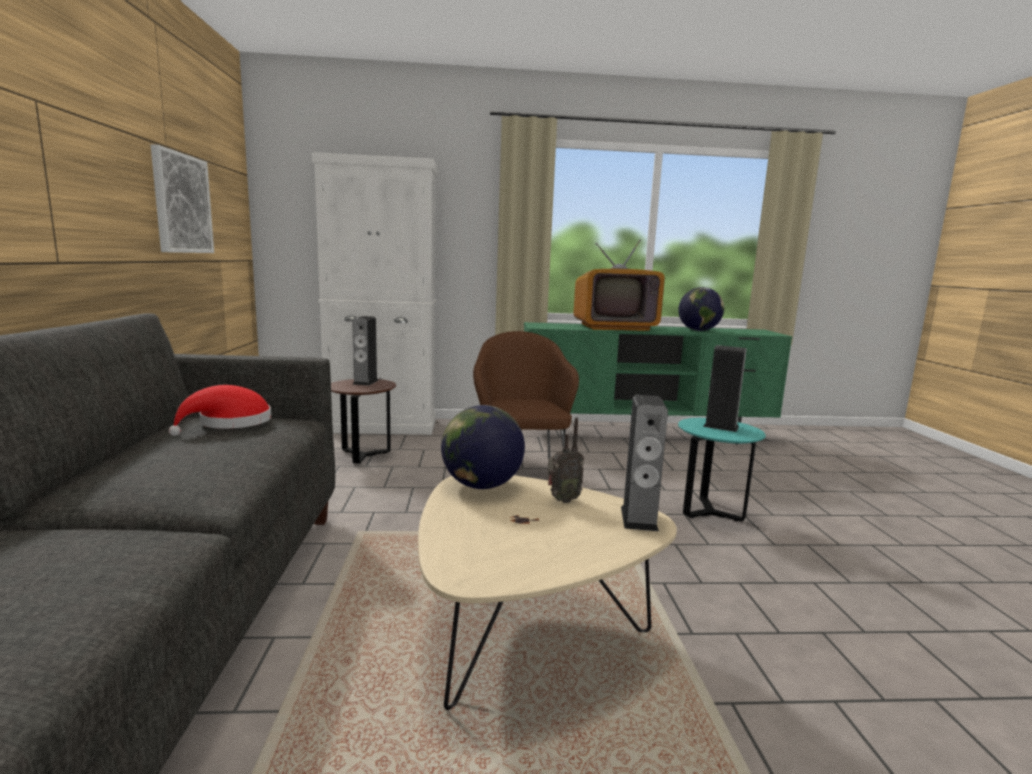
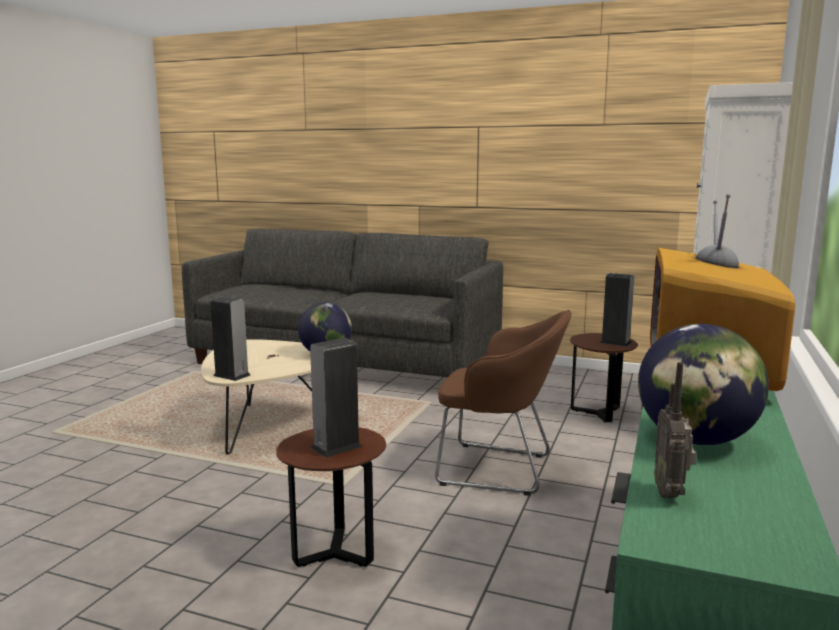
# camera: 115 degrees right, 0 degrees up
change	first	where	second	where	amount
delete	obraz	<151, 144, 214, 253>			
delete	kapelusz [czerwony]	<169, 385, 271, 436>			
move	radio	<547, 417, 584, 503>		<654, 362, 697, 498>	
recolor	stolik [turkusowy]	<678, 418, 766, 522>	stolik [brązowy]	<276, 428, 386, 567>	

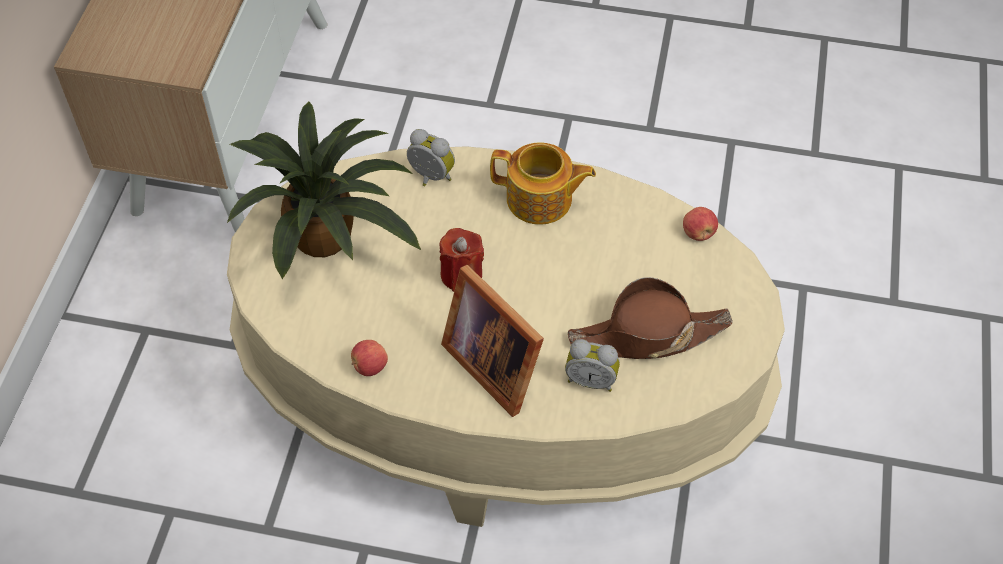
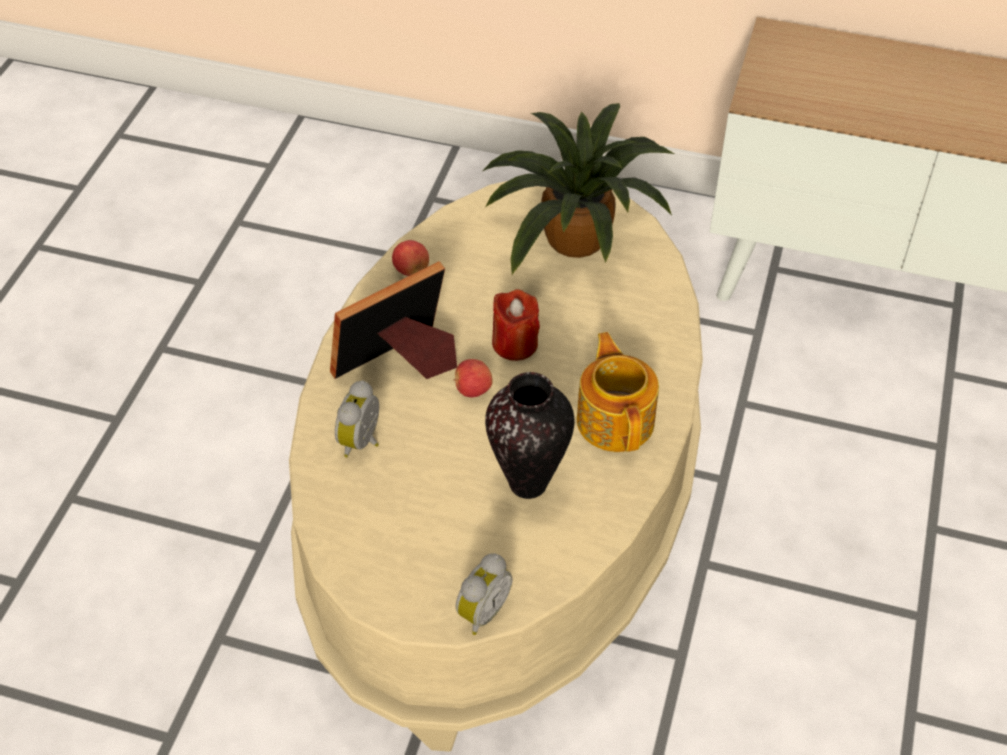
# camera: 95 degrees right, 5 degrees down
change	first	where	second	where	amount
delete	kapelusz [brązowy]	<568, 277, 733, 359>			
insert			wazon	<485, 372, 574, 499>	
move	budzik	<407, 129, 455, 186>		<456, 554, 513, 635>	
move	jabłko	<683, 207, 718, 241>		<454, 359, 493, 397>	
rotate	imbryk	<490, 143, 596, 225>		<577, 332, 659, 452>	150 degrees clockwise

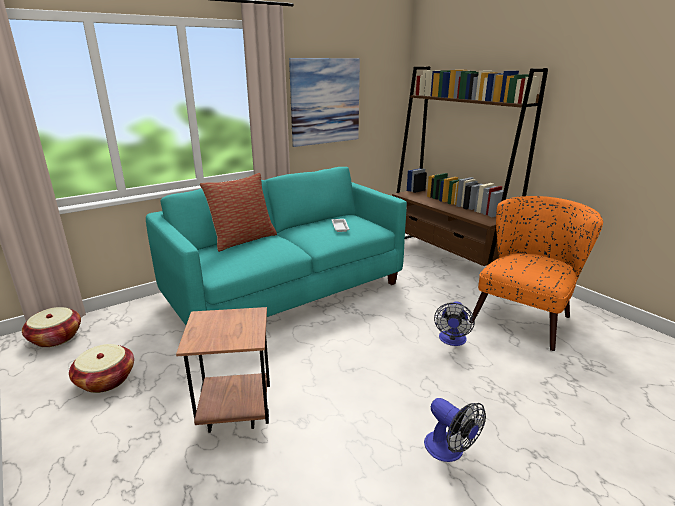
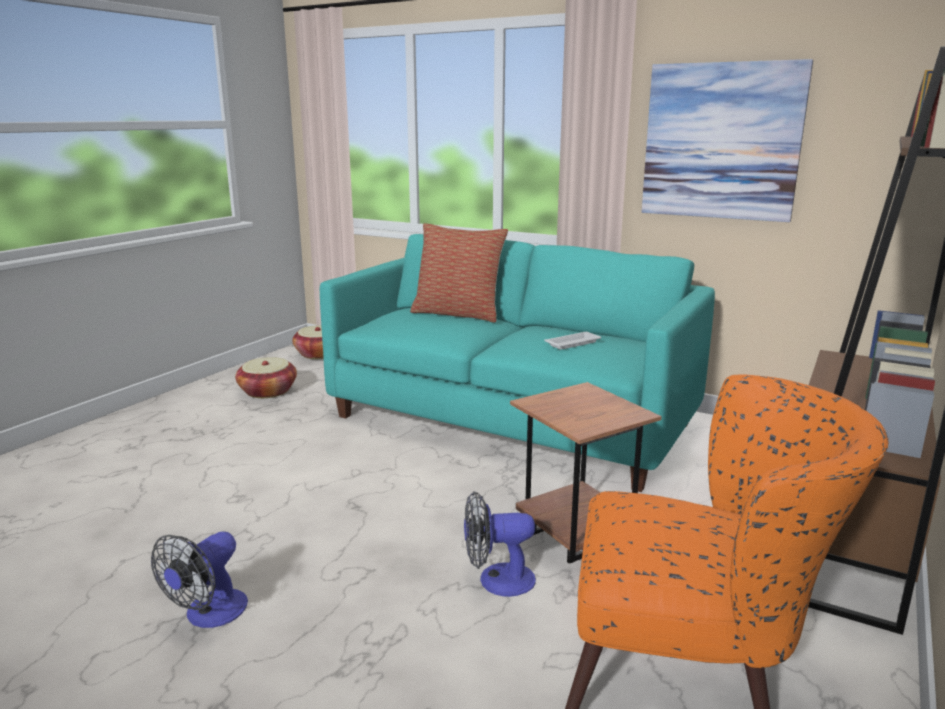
# camera: 65 degrees right, 5 degrees down
change	first	where	second	where	amount
move	stolik [brązowy]	<176, 307, 270, 433>		<510, 382, 662, 564>	

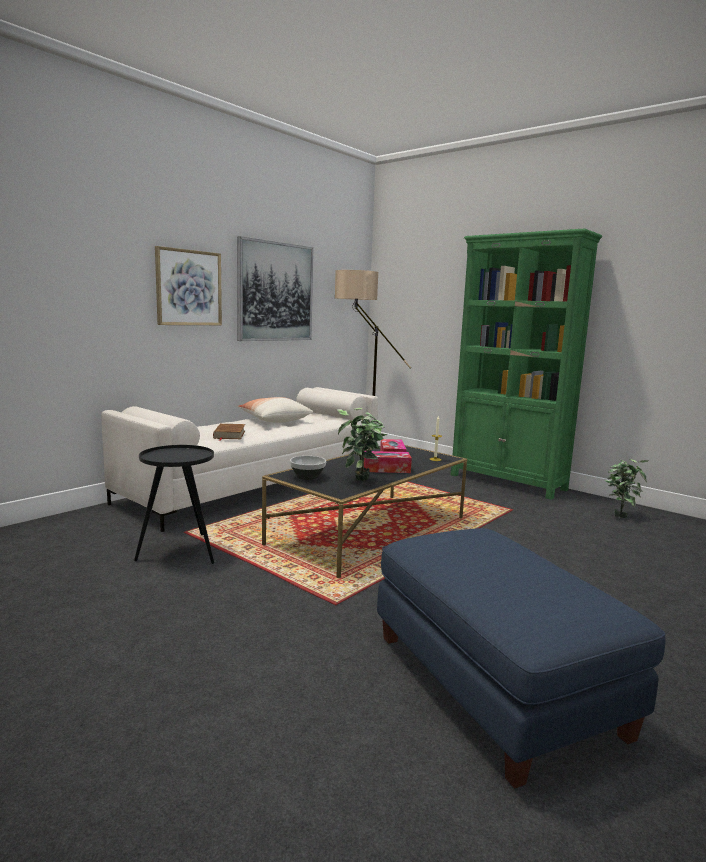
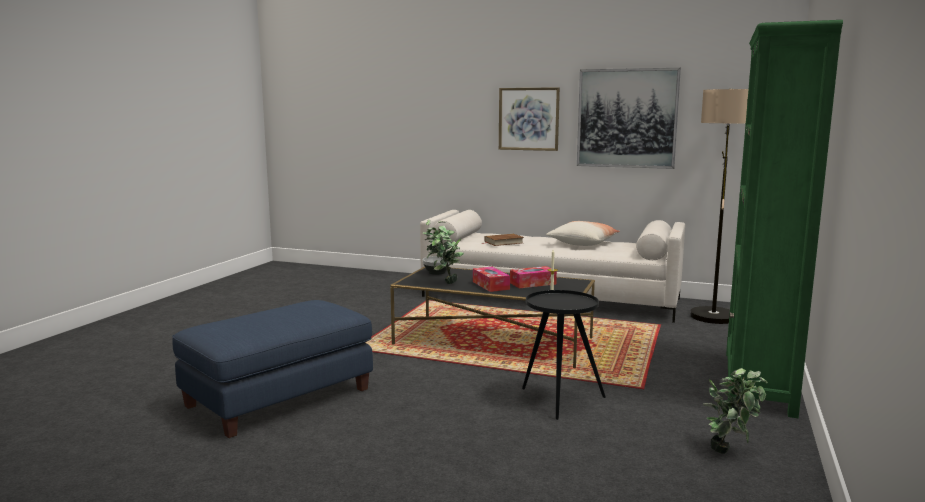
# camera: 70 degrees right, 0 degrees up
change	first	where	second	where	amount
move	stolik [czarny]	<134, 445, 214, 564>		<522, 290, 606, 420>	

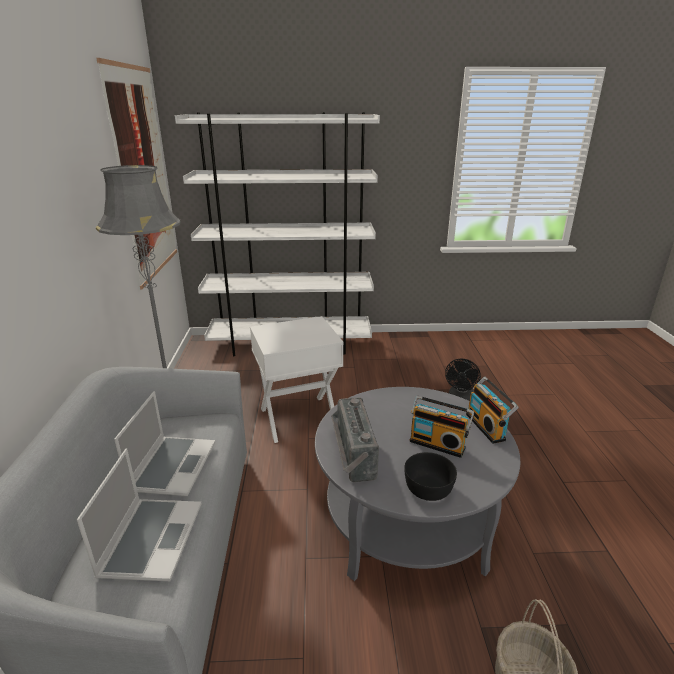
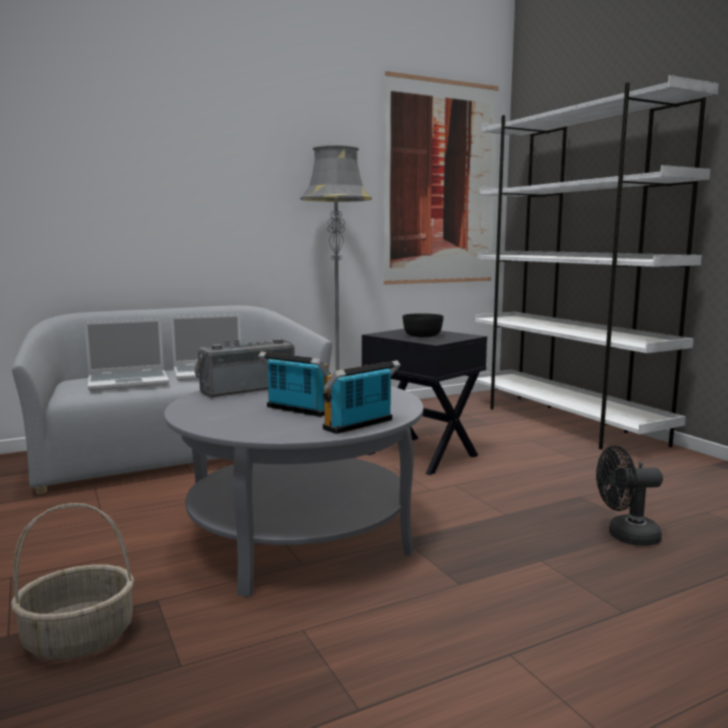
# camera: 65 degrees right, 15 degrees down
change	first	where	second	where	amount
move	miska [czarny]	<404, 452, 457, 501>		<403, 313, 444, 337>	
recolor	stolik [biały]	<250, 316, 343, 443>	stolik [czarny]	<362, 329, 487, 475>	
rotate	radio	<409, 396, 474, 458>		<258, 352, 331, 417>	120 degrees clockwise

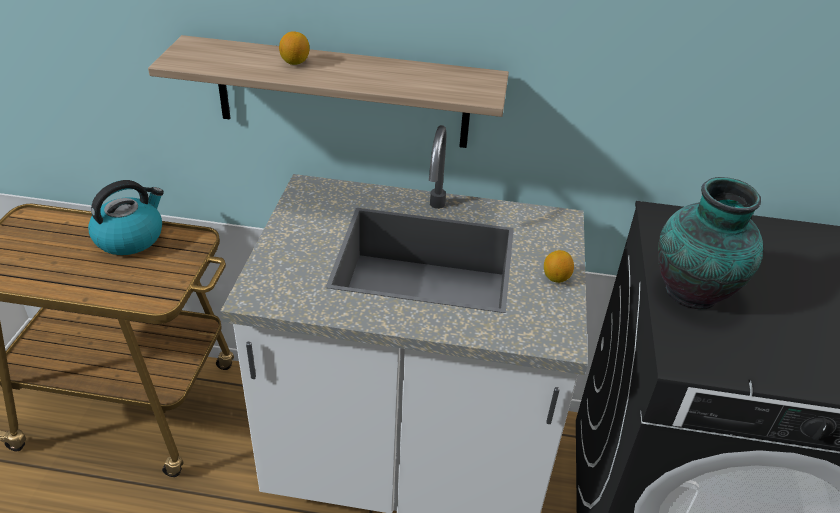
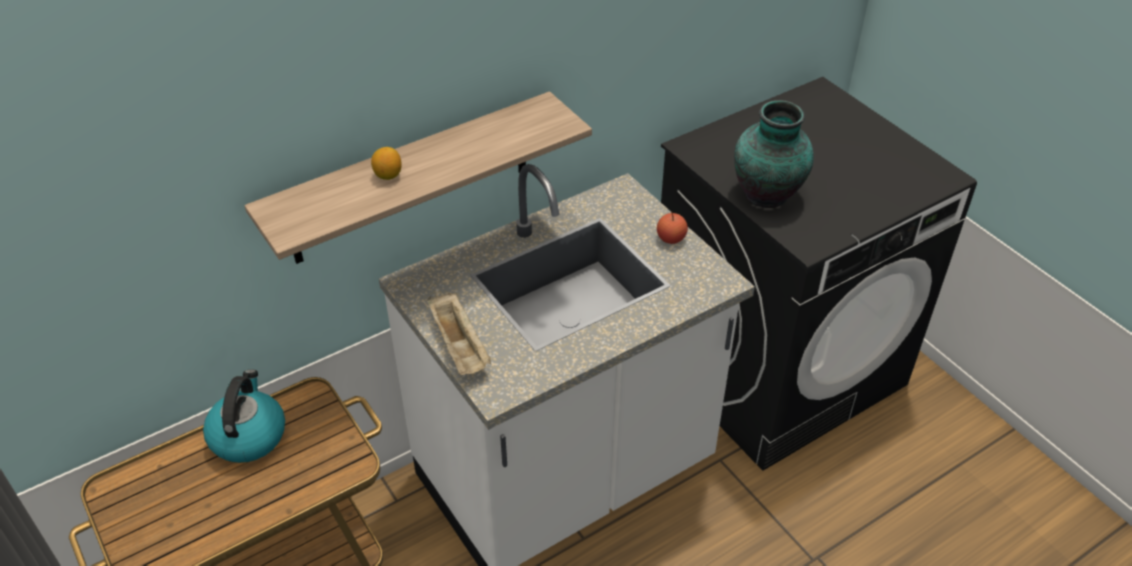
# camera: 40 degrees left, 5 degrees up
change	first	where	second	where	amount
insert			taca [beżowy]	<428, 292, 491, 375>	
replace	cytryna	<544, 250, 574, 283>	jabłko	<657, 211, 688, 244>	

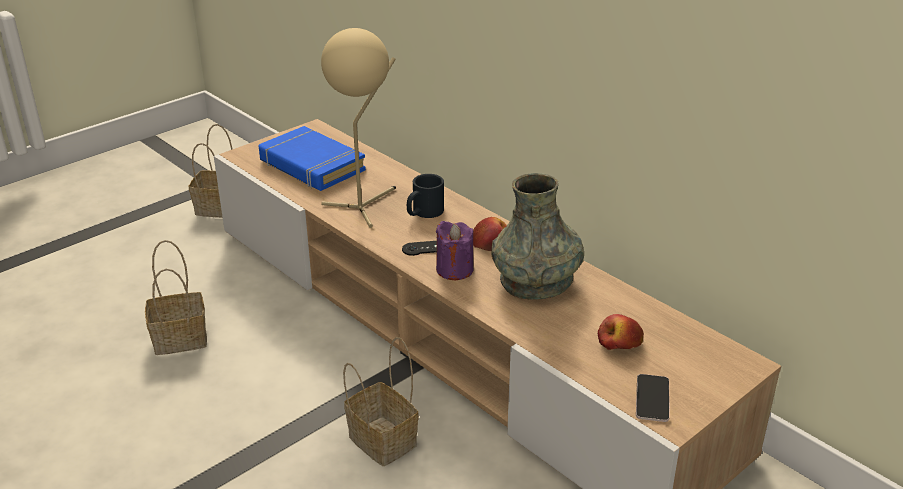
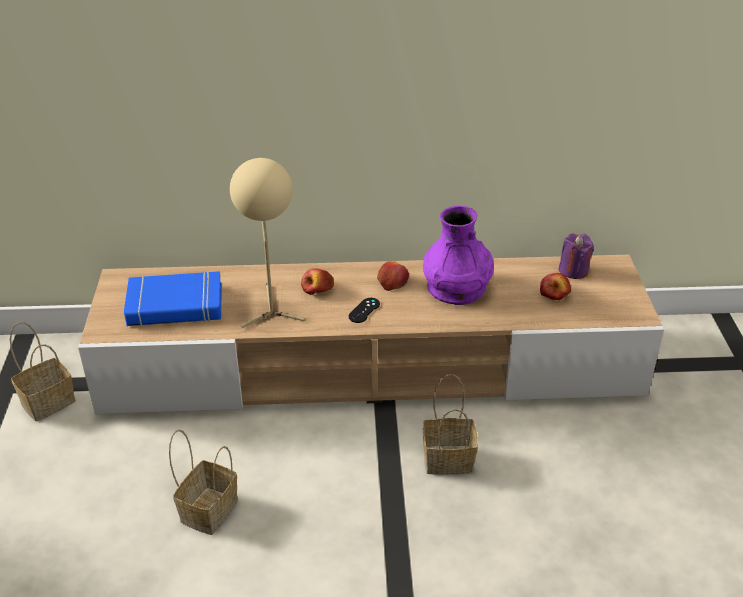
# camera: 50 degrees left, 5 degrees up
change	first	where	second	where	amount
delete	telefon	<636, 374, 670, 422>			
move	świeca [fioletowy]	<436, 221, 473, 280>		<558, 234, 594, 279>	
replace	kubek [czarny]	<407, 174, 444, 218>	jabłko	<301, 268, 334, 295>	
recolor	wazon [szary]	<491, 173, 584, 300>	wazon [fioletowy]	<423, 205, 494, 305>	

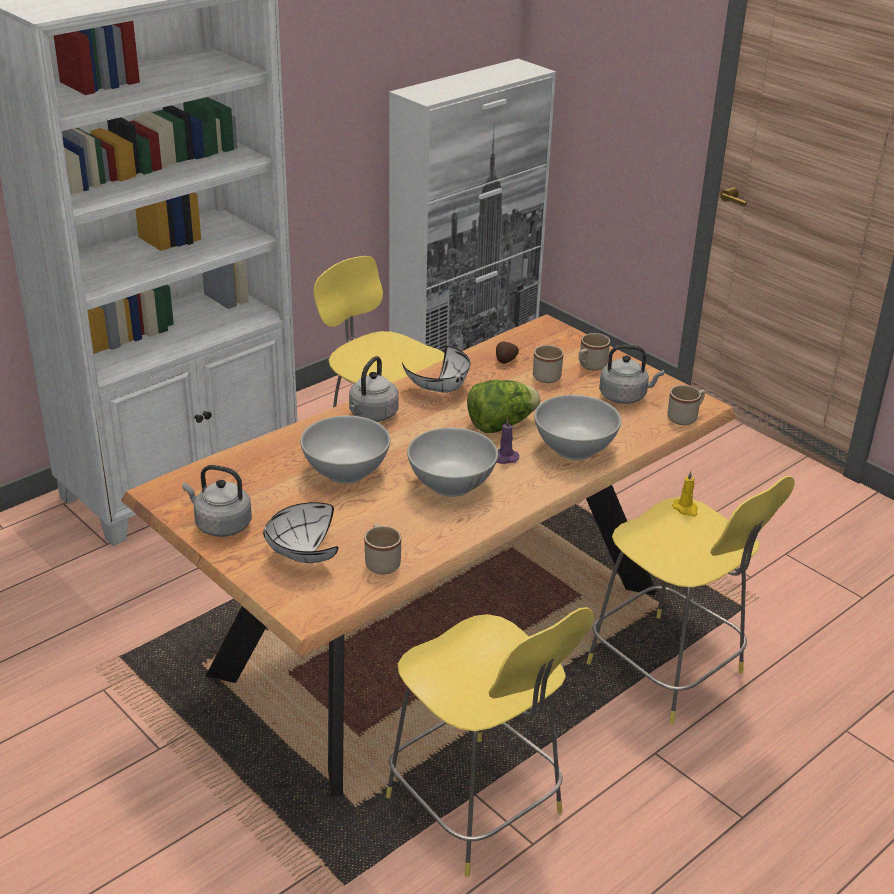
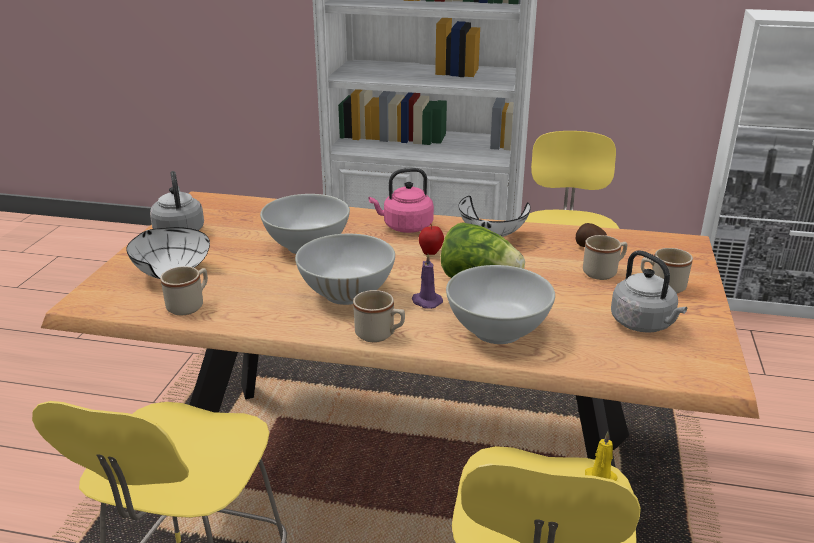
# camera: 55 degrees right, 5 degrees down
change	first	where	second	where	amount
insert			jabłko	<419, 225, 444, 255>	
move	kubek [beżowy]	<667, 385, 705, 425>		<353, 290, 405, 342>	
recolor	czajnik [szary]	<349, 356, 399, 422>	czajnik [różowy]	<369, 168, 434, 233>	

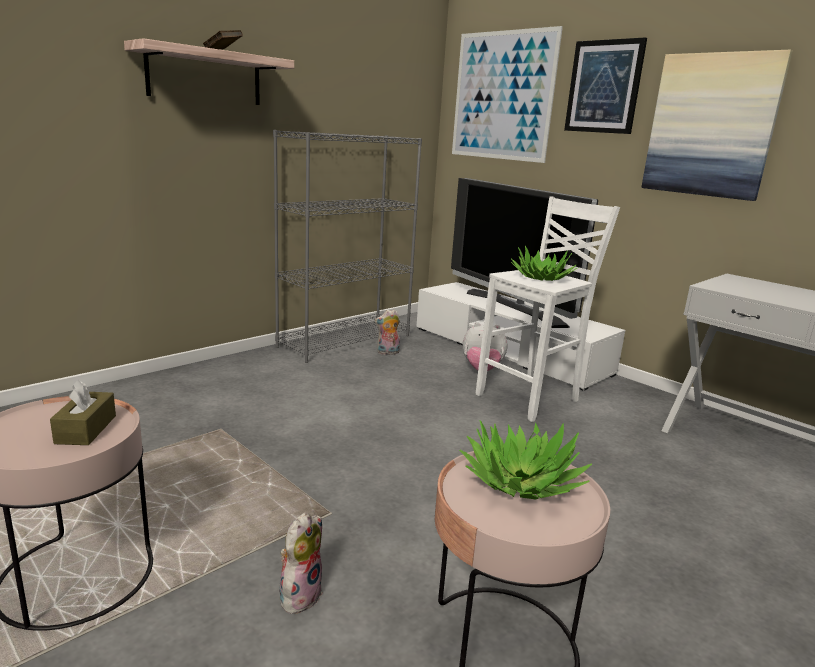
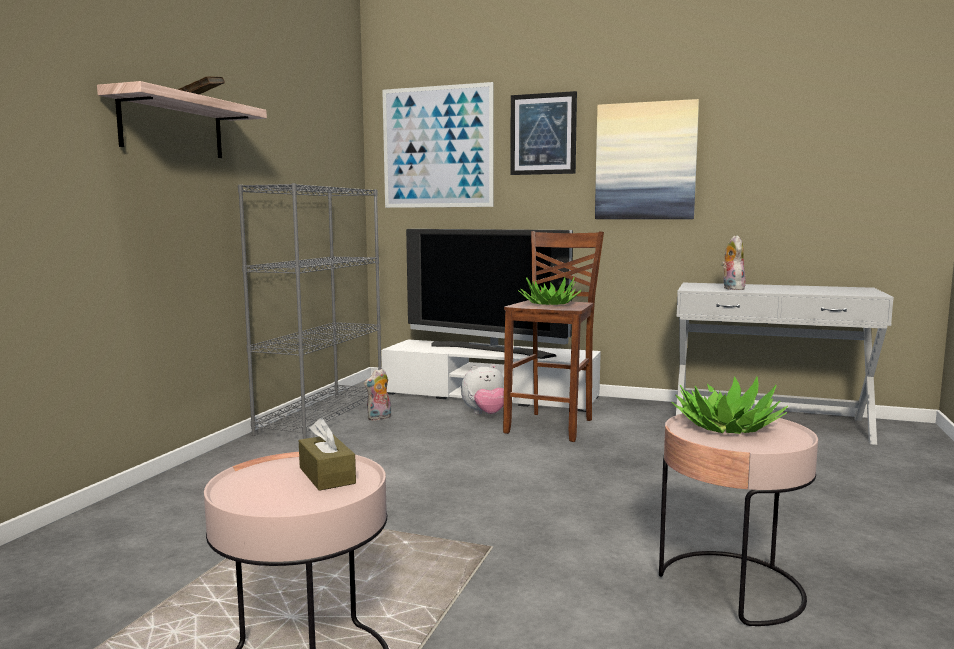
# camera: 25 degrees left, 10 degrees down
change	first	where	second	where	amount
move	pluszak	<280, 512, 323, 615>		<721, 235, 746, 290>	
recolor	stołek [biały]	<476, 196, 620, 422>	stołek [brązowy]	<503, 231, 604, 442>	

